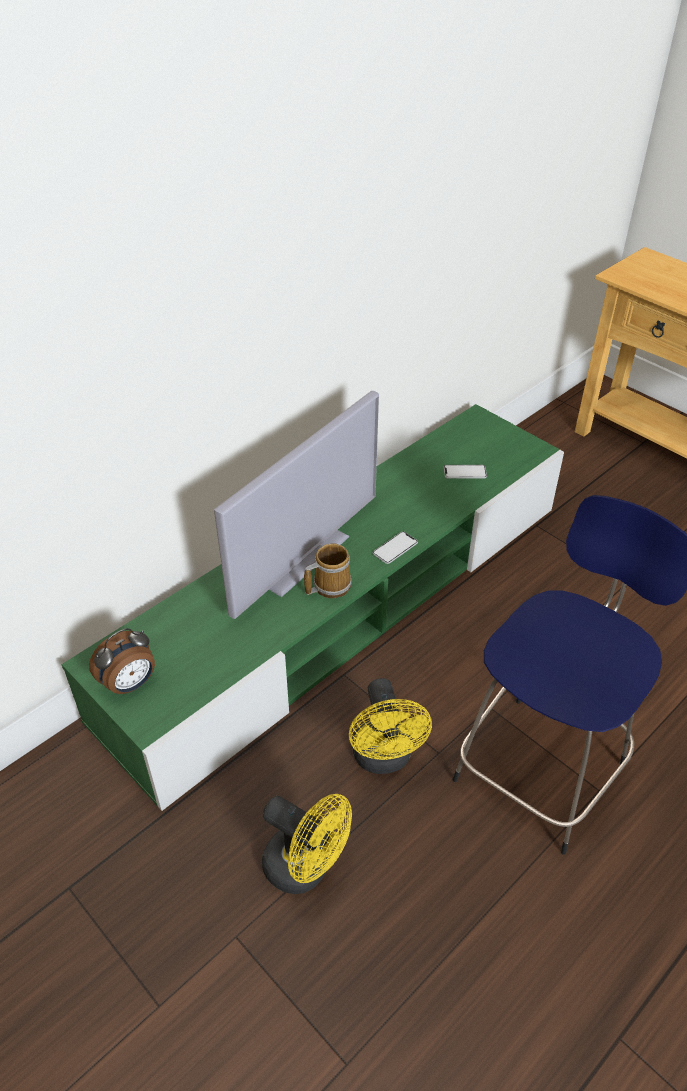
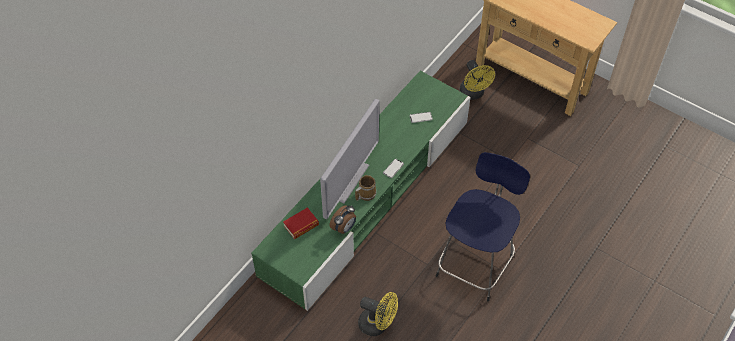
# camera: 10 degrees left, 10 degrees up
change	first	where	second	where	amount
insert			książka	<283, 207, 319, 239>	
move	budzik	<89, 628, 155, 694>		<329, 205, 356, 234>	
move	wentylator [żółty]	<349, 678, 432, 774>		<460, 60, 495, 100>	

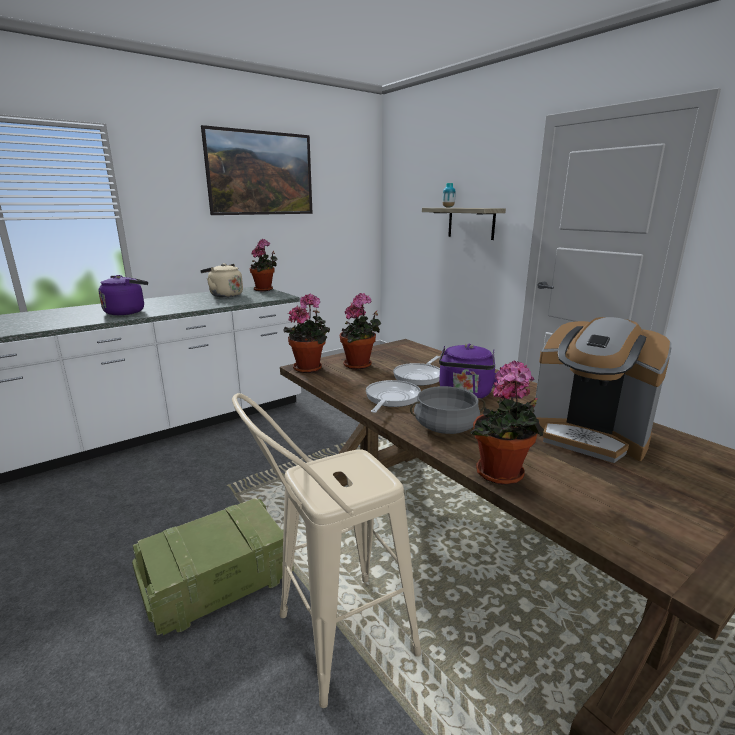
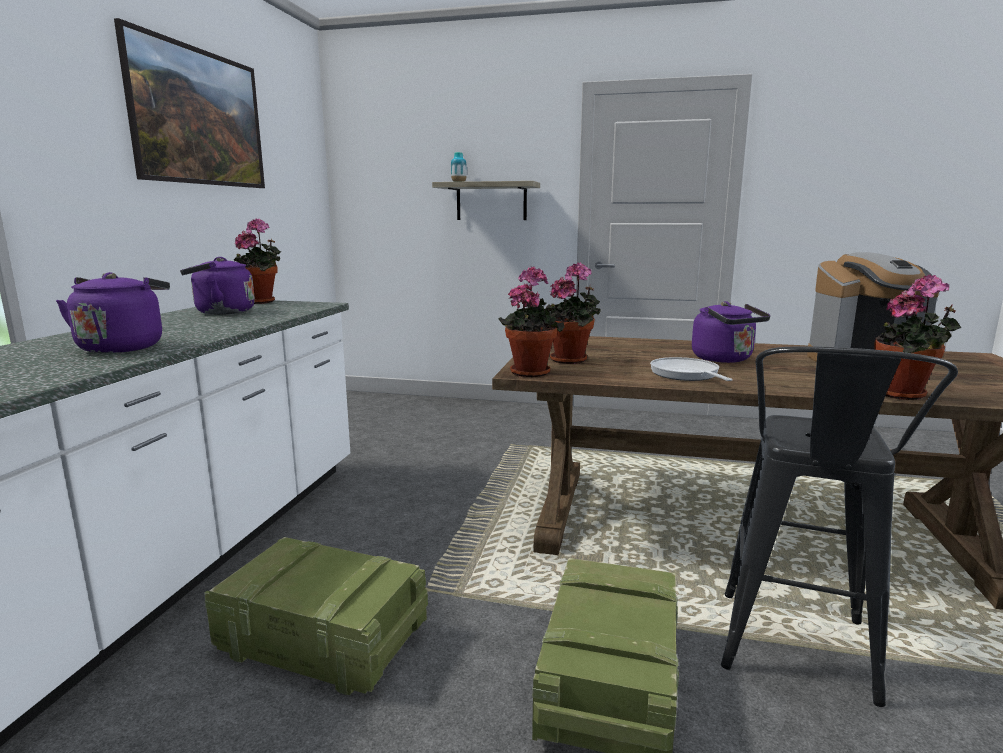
# camera: 40 degrees left, 5 degrees down
change	first	where	second	where	amount
delete	patelnia	<393, 356, 440, 386>			
delete	garnek [szary]	<410, 386, 486, 434>			
insert			skrzynka	<204, 537, 428, 695>	
recolor	czajnik [beżowy]	<200, 263, 243, 297>	czajnik [fioletowy]	<180, 257, 255, 315>	
recolor	stołek [beżowy]	<232, 393, 421, 708>	stołek [czarny]	<721, 346, 958, 707>	

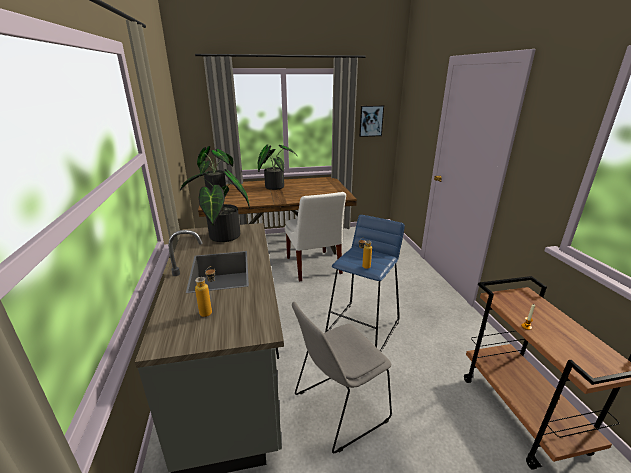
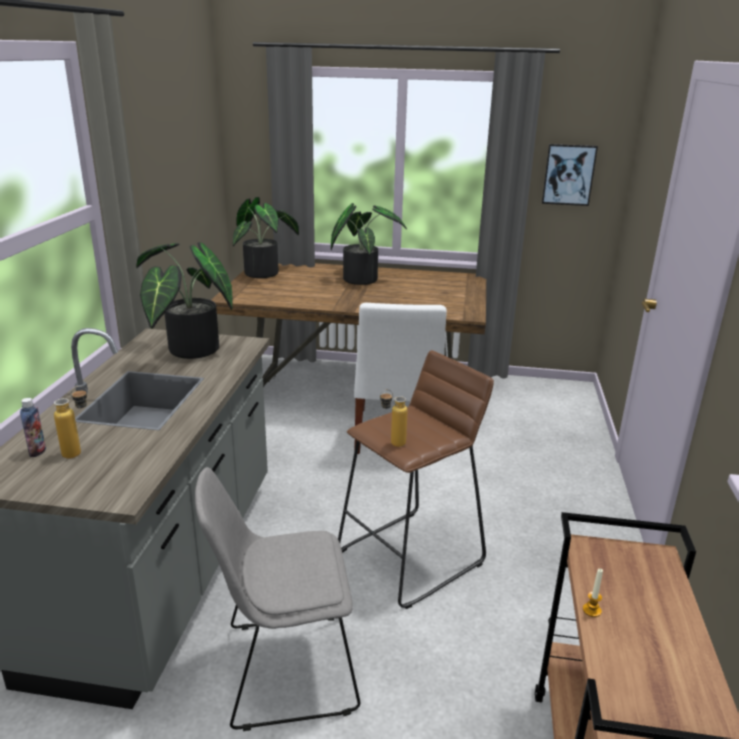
# camera: 20 degrees right, 0 degrees up
change	first	where	second	where	amount
insert			butelka	<20, 398, 46, 457>	
recolor	stołek [niebieski]	<325, 215, 405, 351>	stołek [brązowy]	<338, 350, 494, 609>	

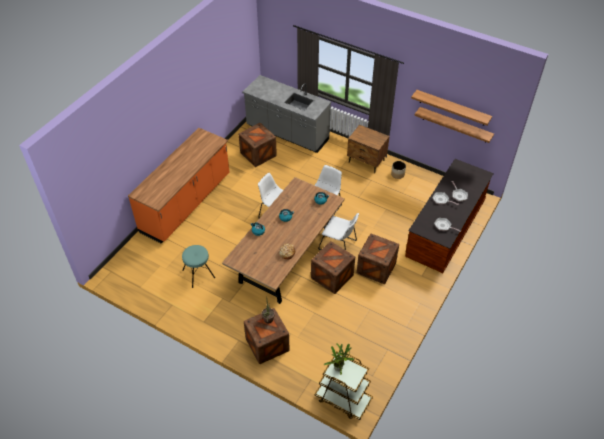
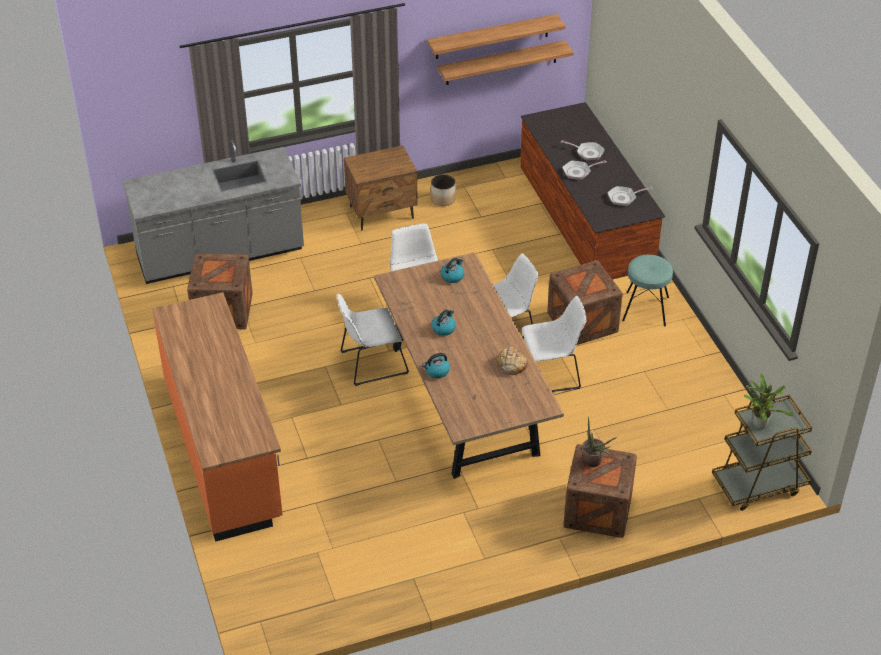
# camera: 50 degrees left, 5 degrees down
change	first	where	second	where	amount
move	stołek [turkusowy]	<182, 245, 215, 288>		<622, 255, 673, 327>	
replace	skrzynka	<311, 241, 355, 294>	krzesło [biały]	<522, 296, 587, 392>	

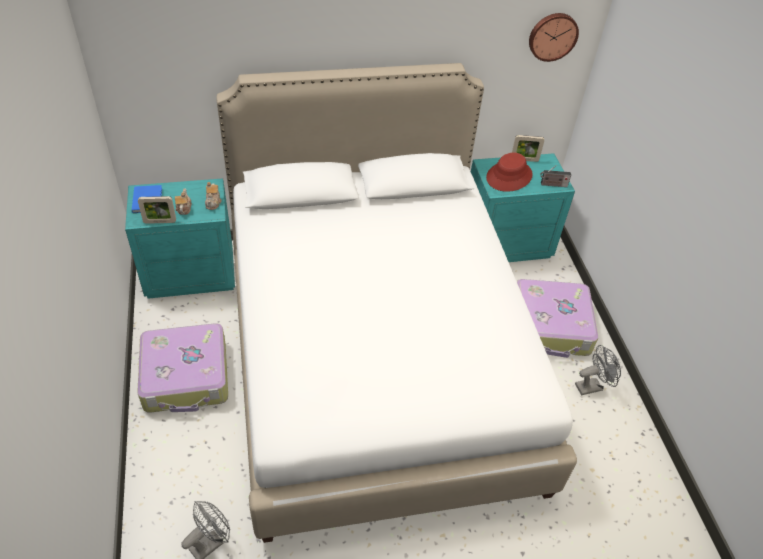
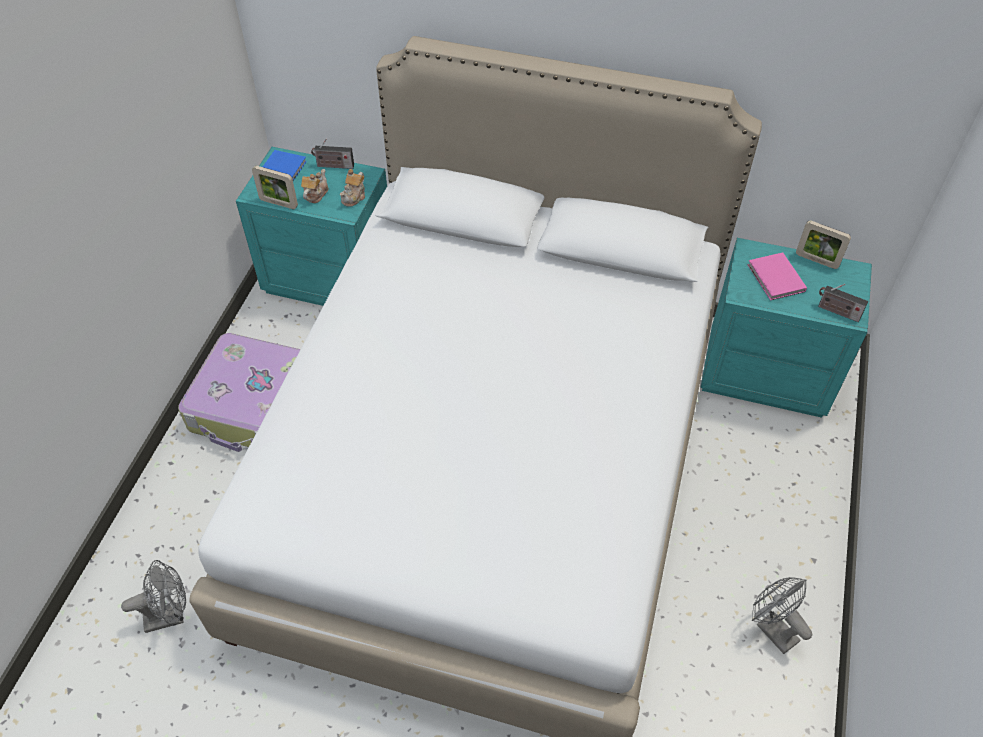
# camera: 30 degrees right, 5 degrees up
change	first	where	second	where	amount
delete	walizka	<517, 279, 598, 358>			
delete	zegar ścienny	<529, 13, 579, 62>			
insert			radio	<311, 139, 354, 169>	
replace	kapelusz [czerwony]	<486, 153, 533, 192>	książka [różowy]	<748, 252, 807, 300>	
rotate	wentylator [szary]	<575, 345, 621, 395>		<752, 577, 812, 654>	135 degrees counterclockwise

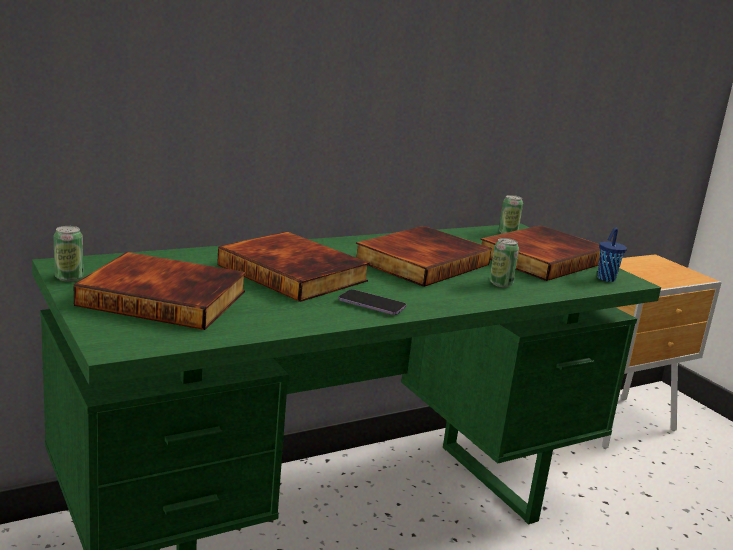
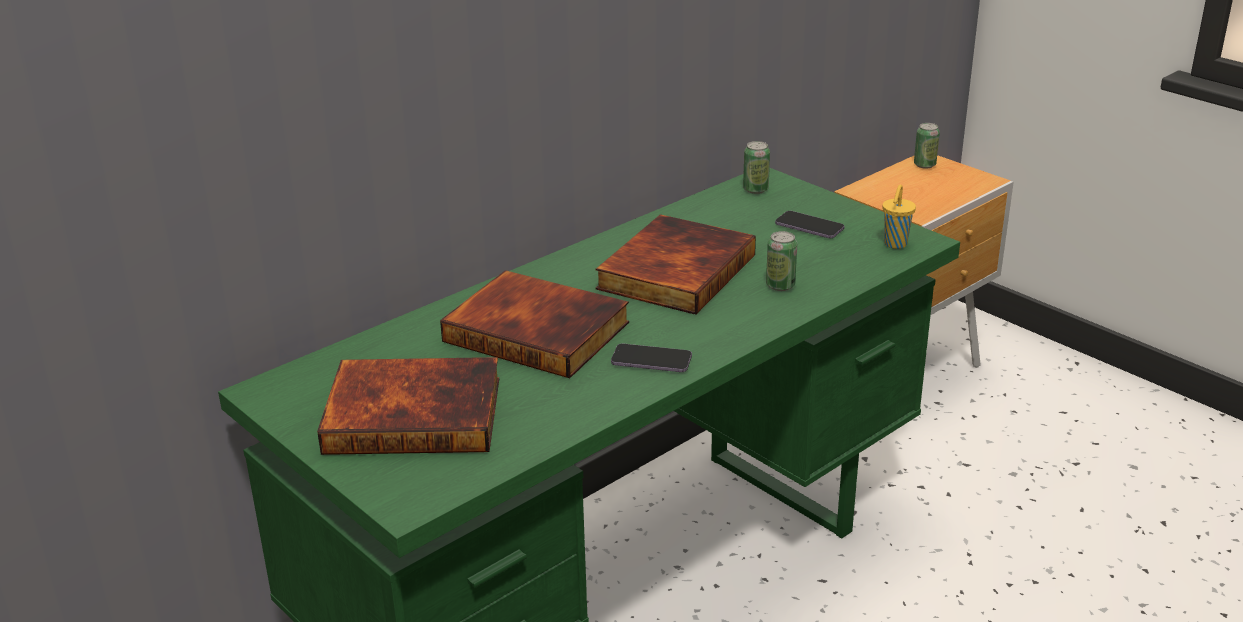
# camera: 10 degrees left, 10 degrees up
change	first	where	second	where	amount
move	puszka	<54, 226, 83, 282>		<914, 123, 940, 169>	
replace	książka	<480, 225, 601, 281>	telefon	<775, 211, 845, 238>	
recolor	filiżanka [niebieski]	<597, 227, 627, 282>	filiżanka [żółty]	<882, 185, 916, 249>	

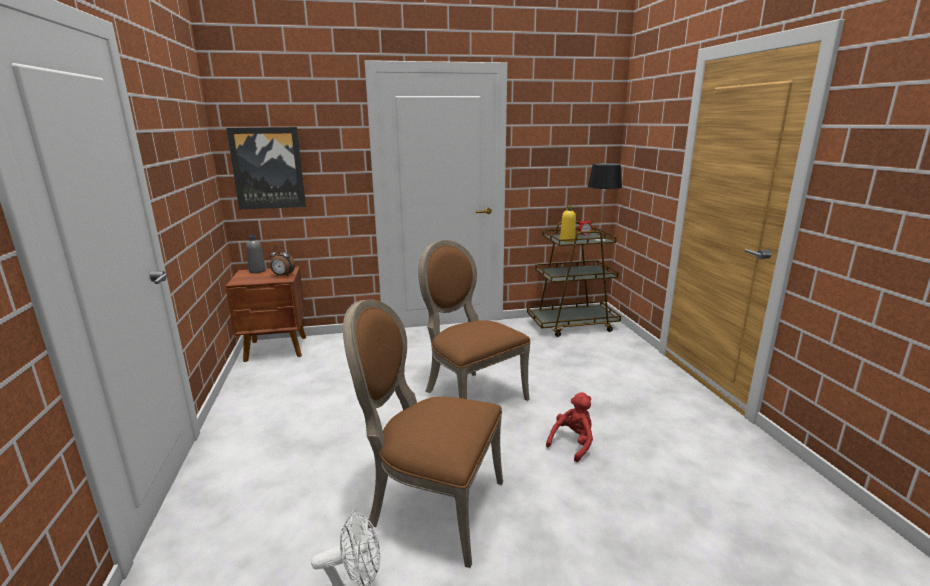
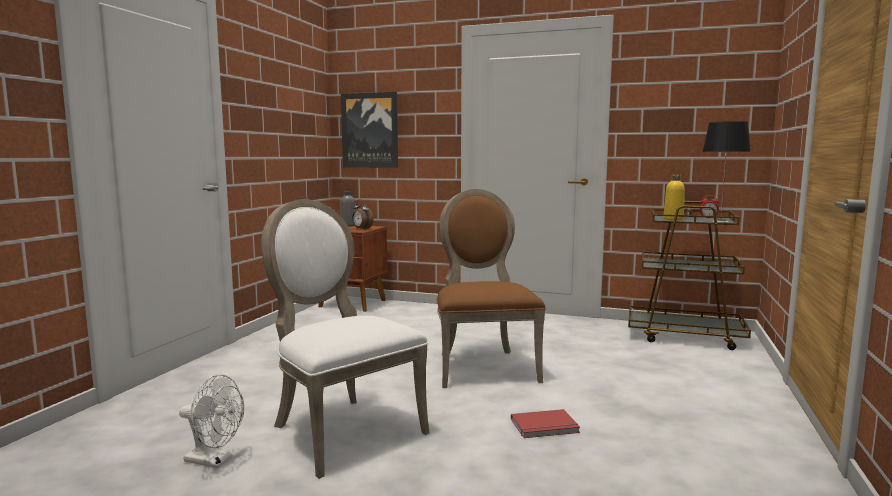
# camera: 30 degrees right, 10 degrees down
change	first	where	second	where	amount
replace	pluszak [czerwony]	<546, 392, 593, 462>	książka [czerwony]	<511, 409, 580, 438>	
recolor	krzesło [brązowy]	<343, 299, 503, 568>	krzesło [biały]	<261, 199, 429, 479>	

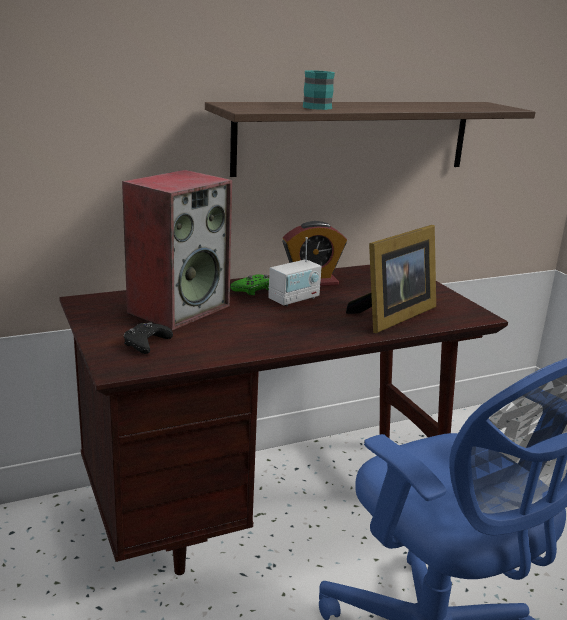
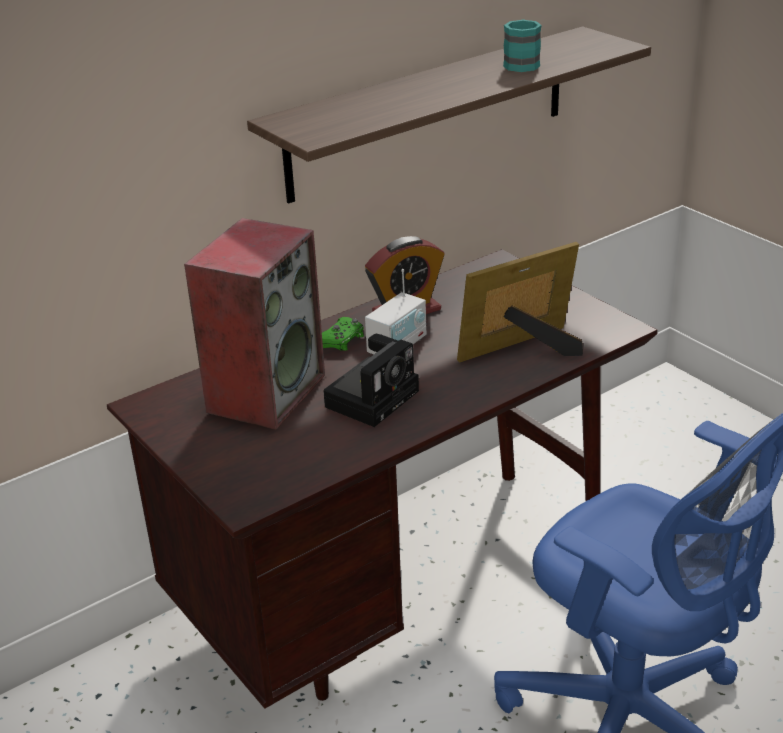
# camera: 10 degrees left, 10 degrees up
change	first	where	second	where	amount
delete	pad do gier [czarny]	<124, 322, 173, 354>			
insert			aparat fotograficzny	<323, 334, 419, 427>	
move	kubek [turkusowy]	<303, 70, 335, 110>		<503, 19, 542, 72>	
rotate	ramka na zdjęcie	<346, 225, 436, 333>		<457, 242, 583, 363>	150 degrees counterclockwise

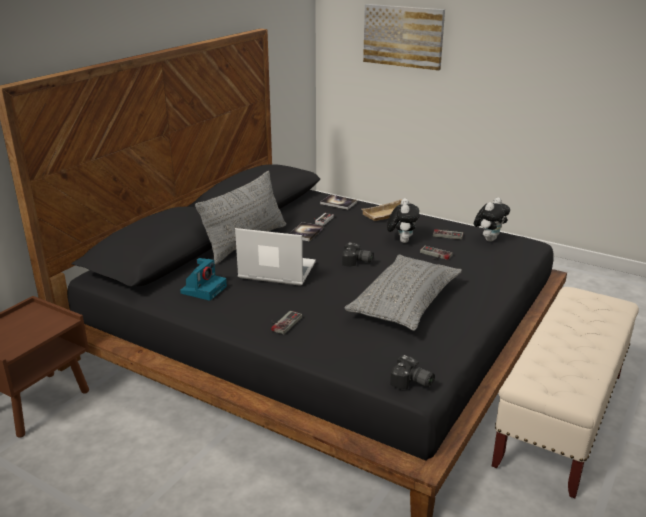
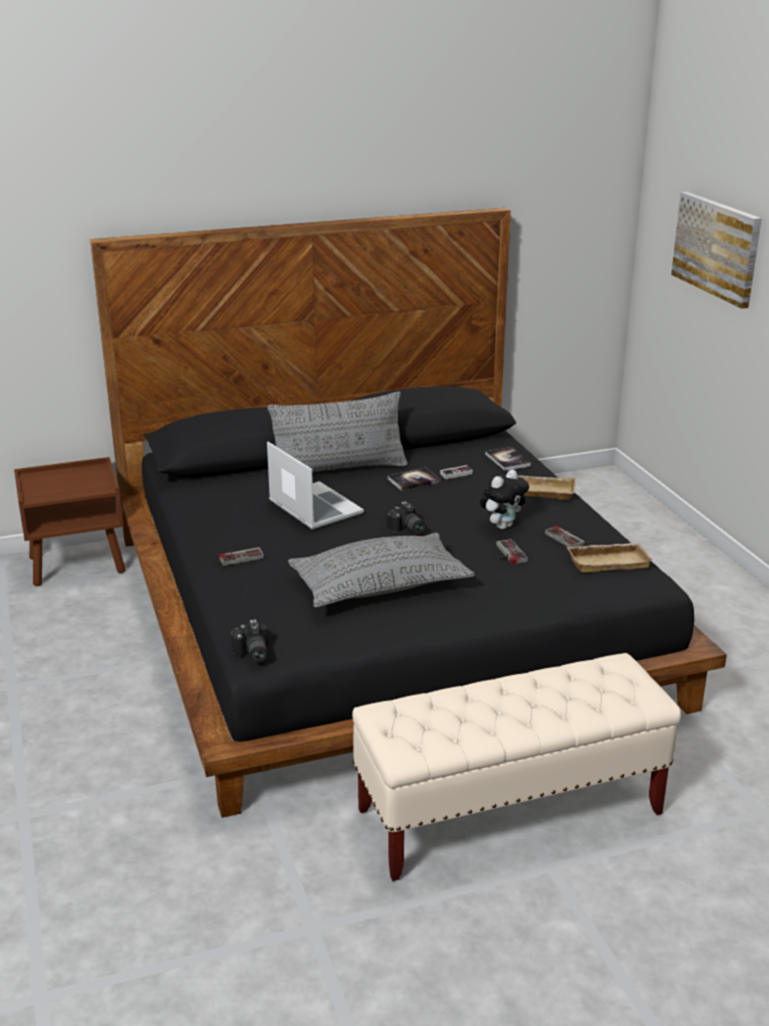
# camera: 40 degrees right, 0 degrees up
change	first	where	second	where	amount
delete	aparat fotograficzny	<180, 258, 227, 301>			
replace	pluszak	<474, 198, 510, 242>	taca [beżowy]	<567, 543, 653, 573>	

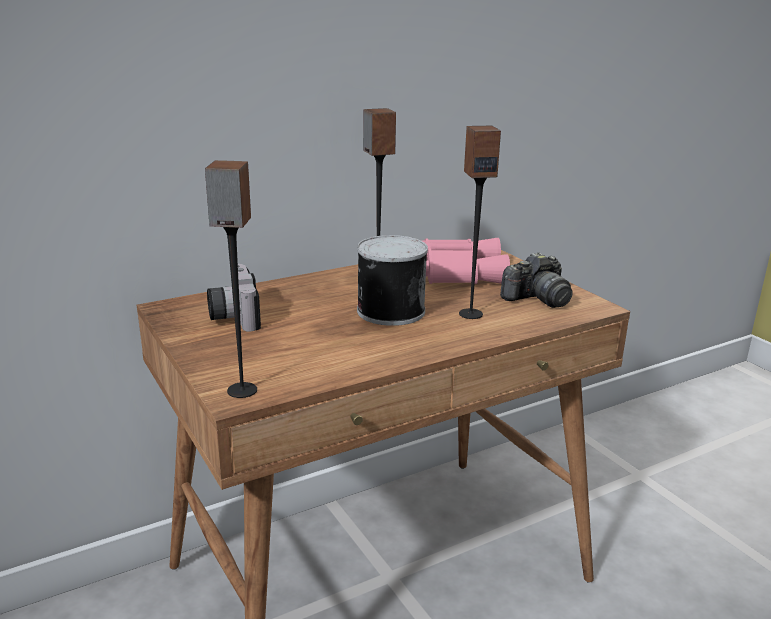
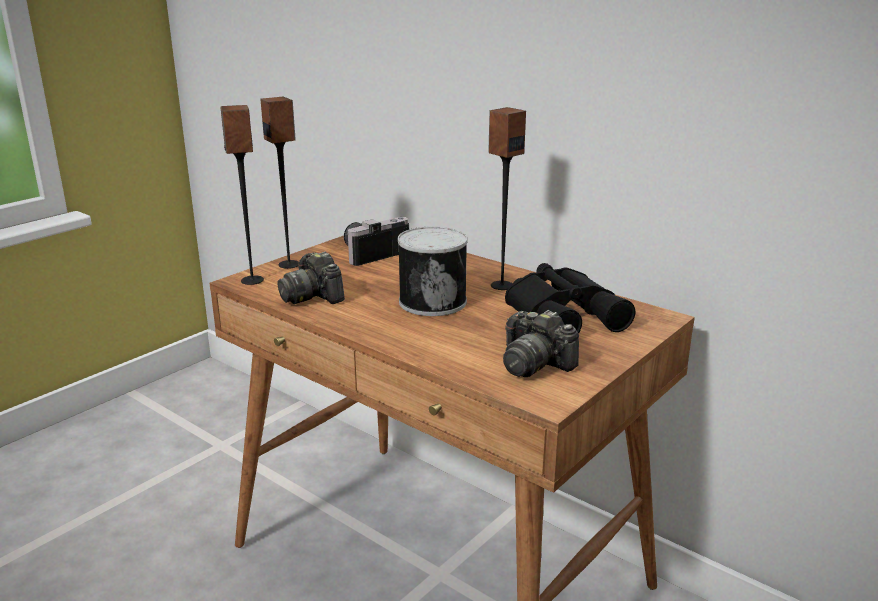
# camera: 70 degrees right, 0 degrees up
change	first	where	second	where	amount
insert			aparat fotograficzny	<277, 251, 345, 304>	
move	głośnik	<459, 126, 501, 319>		<260, 97, 299, 269>	
recolor	lornetka [różowy]	<421, 238, 510, 284>	lornetka [czarny]	<505, 263, 635, 334>	

